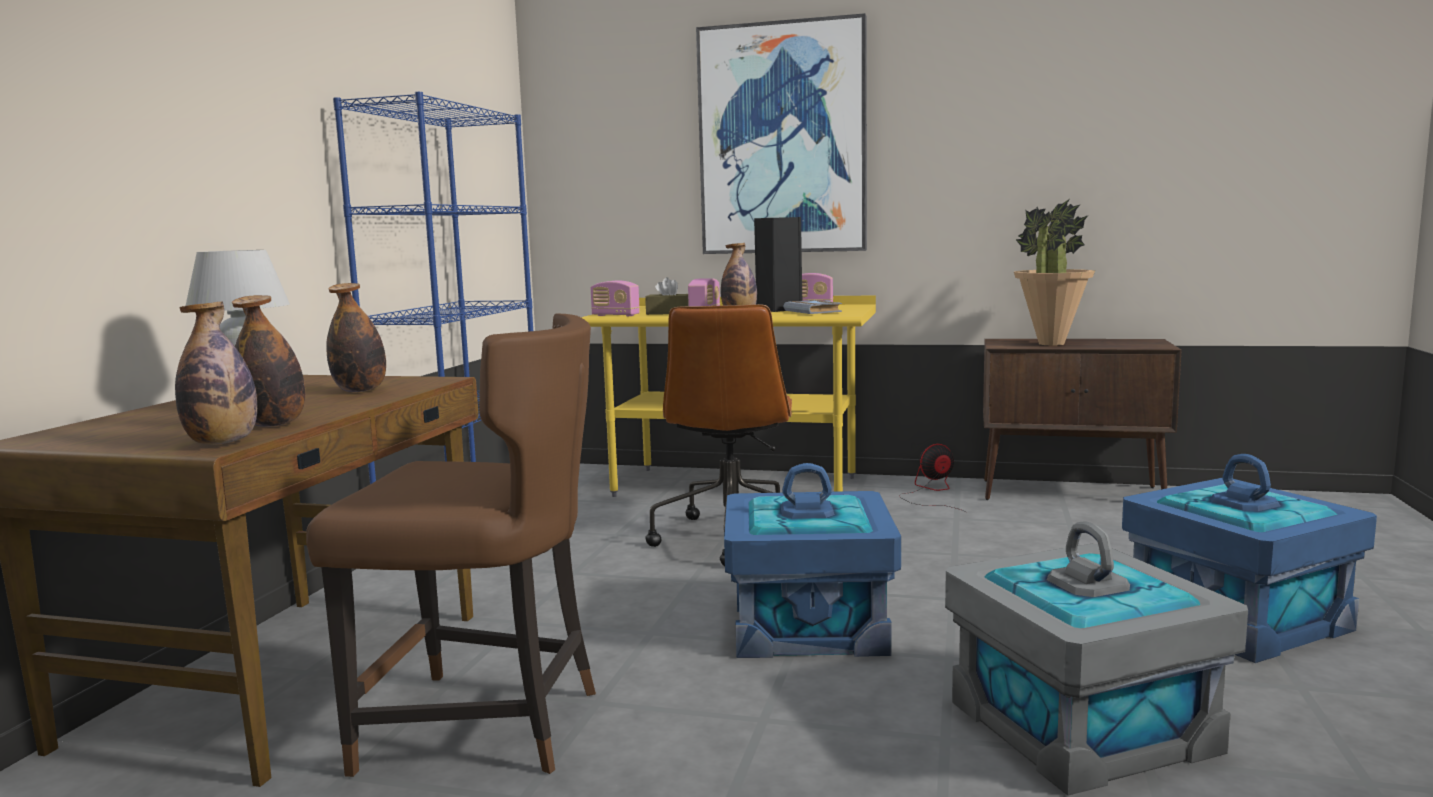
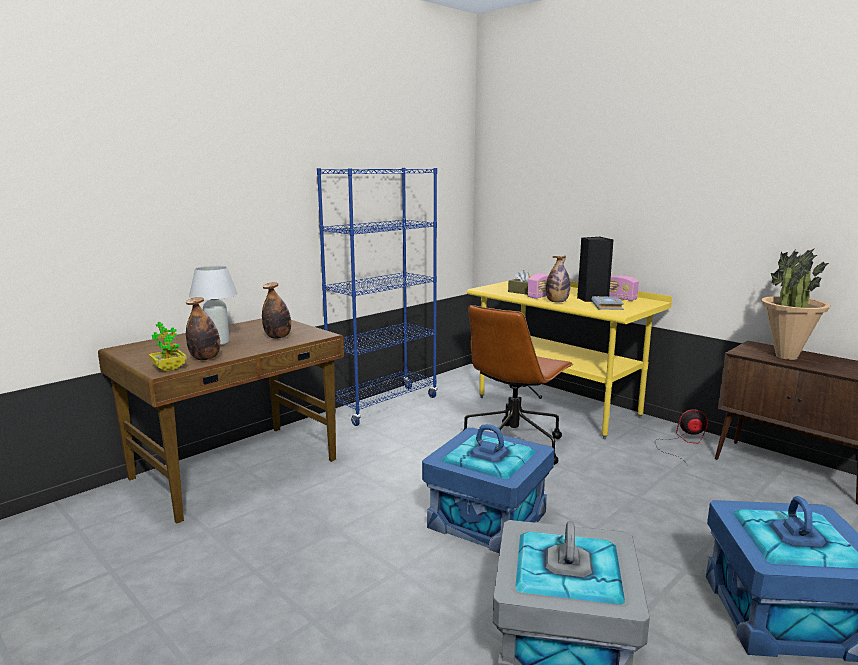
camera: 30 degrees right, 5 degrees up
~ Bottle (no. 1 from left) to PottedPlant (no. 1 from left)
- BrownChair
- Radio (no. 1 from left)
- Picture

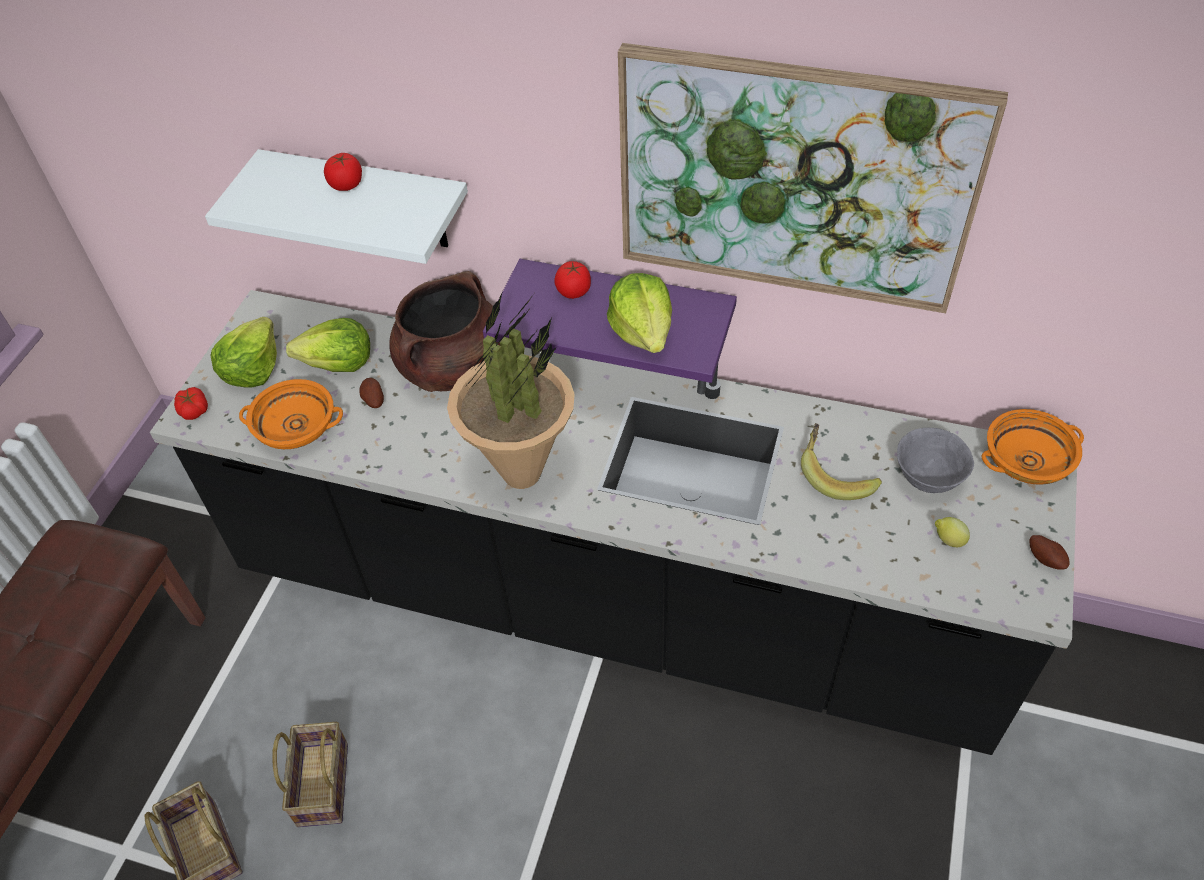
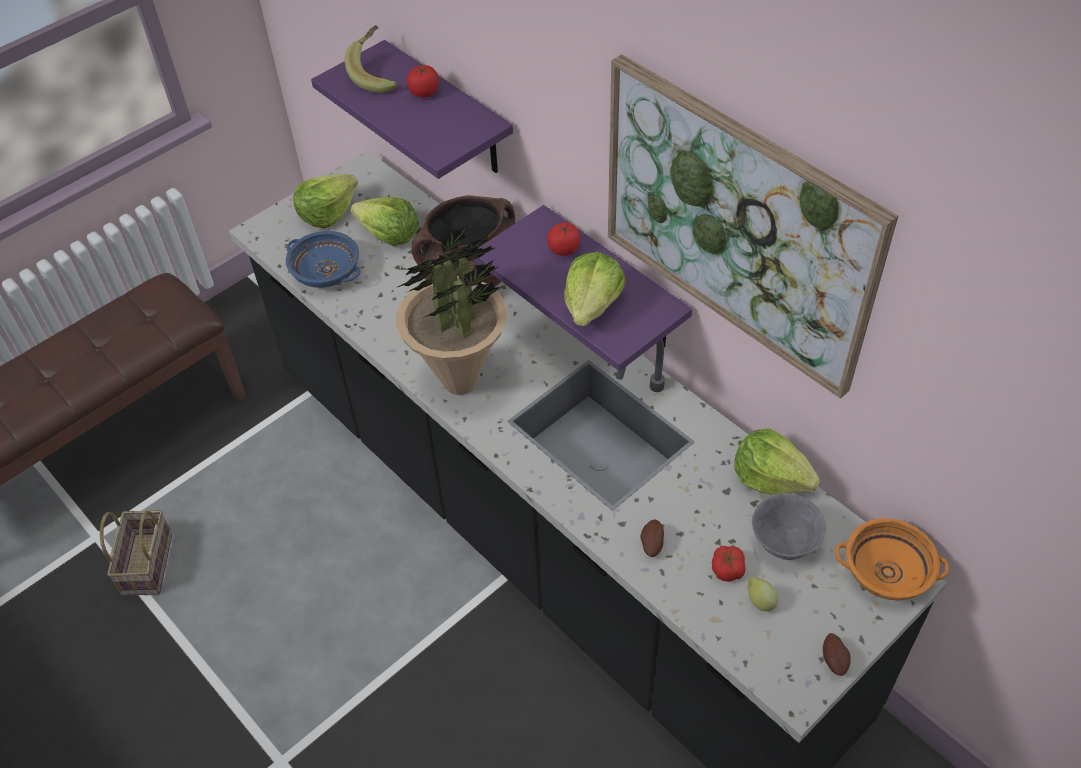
camera: 30 degrees right, 0 degrees up
~ OrangeBowl (no. 1 from left) to BlueBowl
~ WhiteShelf to PurpleShelf (no. 1 from left)
~ Banana
~ Potato (no. 1 from left)
~ Tomato (no. 1 from left in the first image) to Tomato (no. 3 from left)
+ Lettuce (no. 4 from left)
- Basket (no. 2 from left)

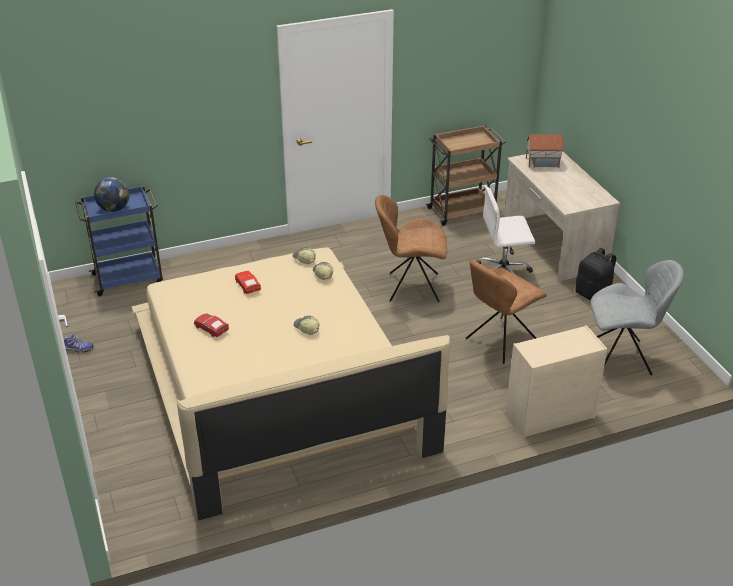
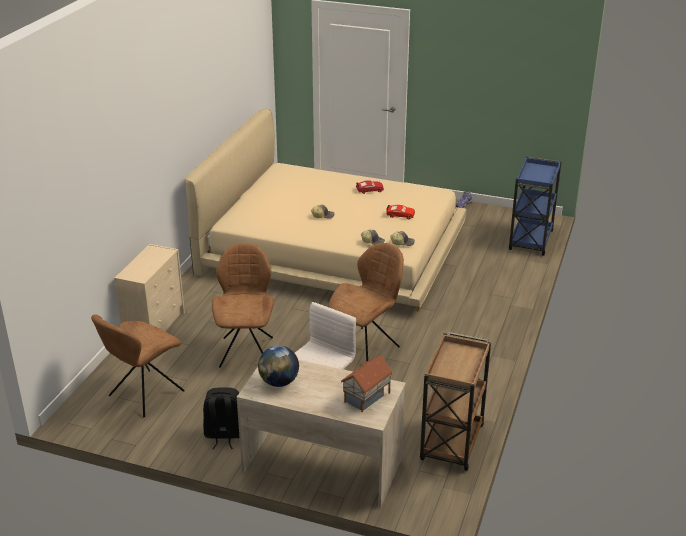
camera: 130 degrees right, 5 degrees down
~ GreyChair to BrownChair (no. 1 from left)
~ Globe

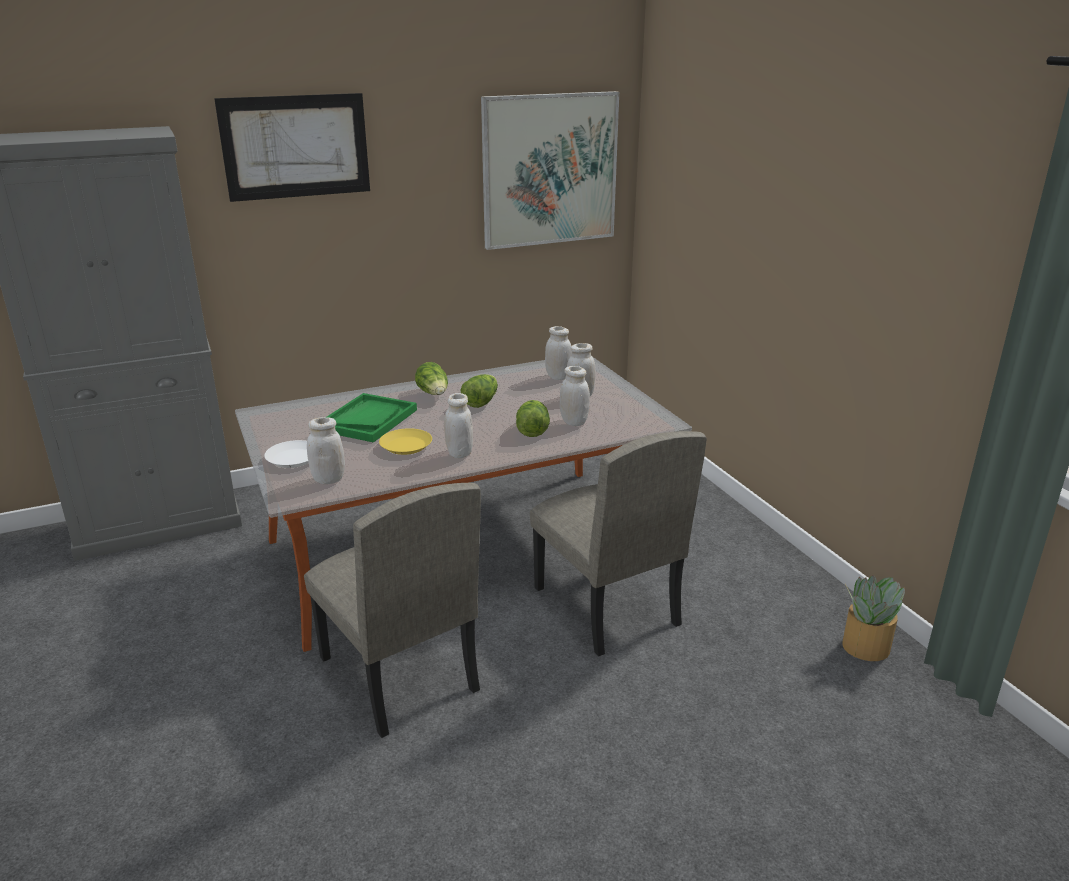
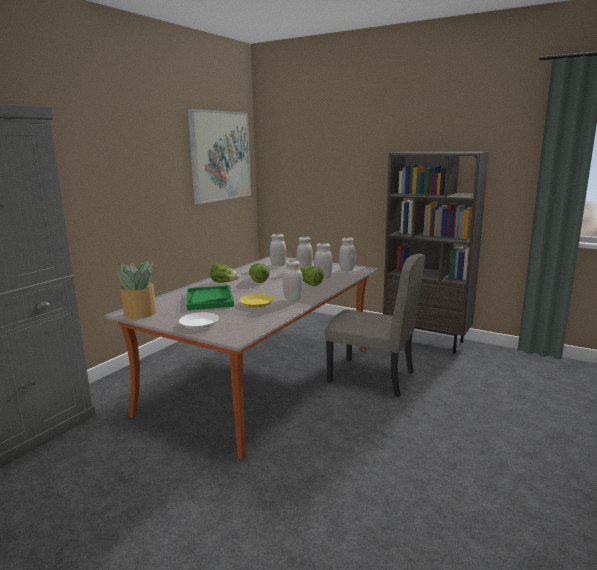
camera: 35 degrees left, 10 degrees down
~ PottedPlant
~ WhiteJar (no. 1 from left in the first image) to WhiteJar (no. 5 from left)
+ BrownBookcase
- Picture (no. 1 from left)
- BeigeChair (no. 1 from left)

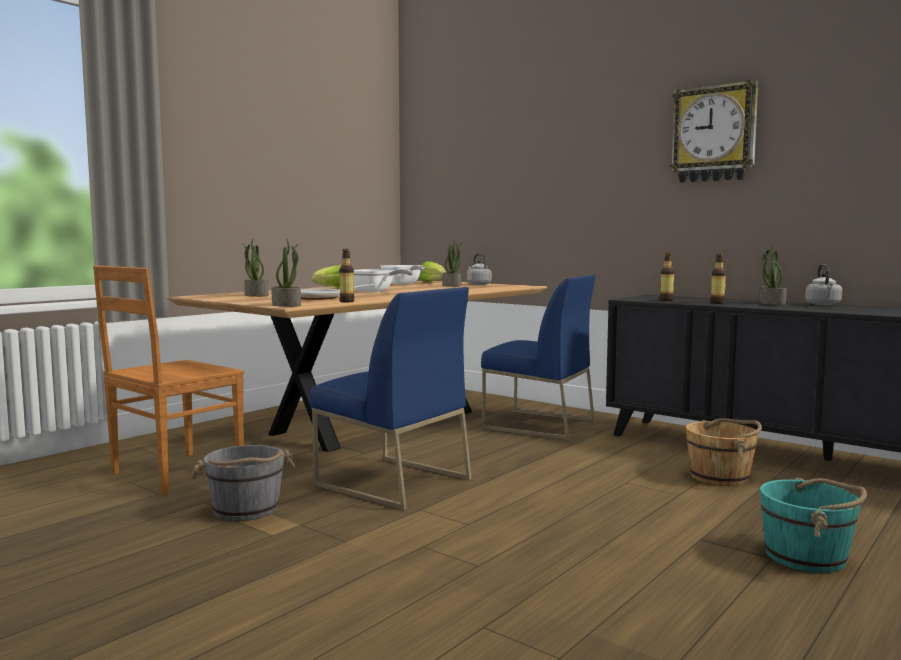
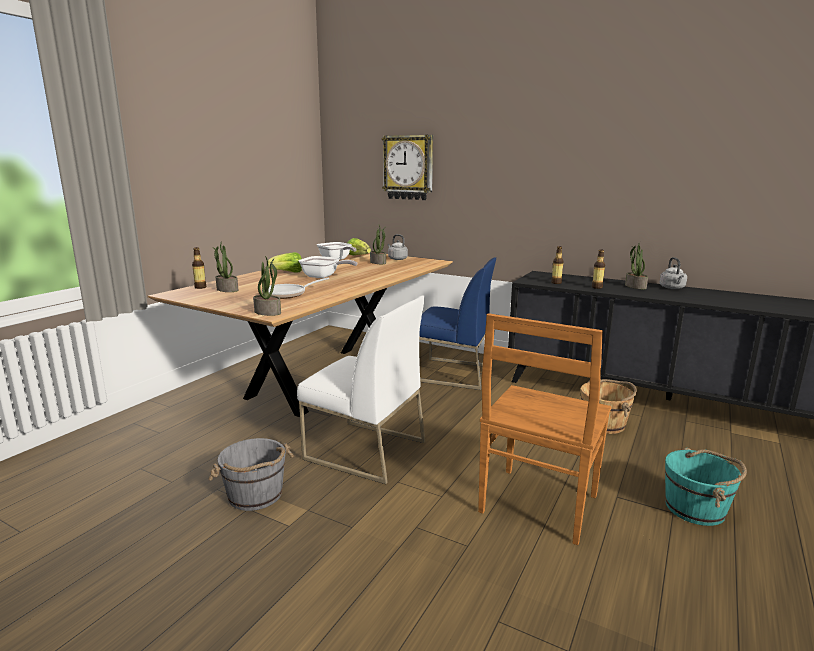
camera: 10 degrees left, 10 degrees up
~ Bottle (no. 1 from left)
~ BlueChair (no. 1 from left) to WhiteChair
~ WallClock
~ BrownChair

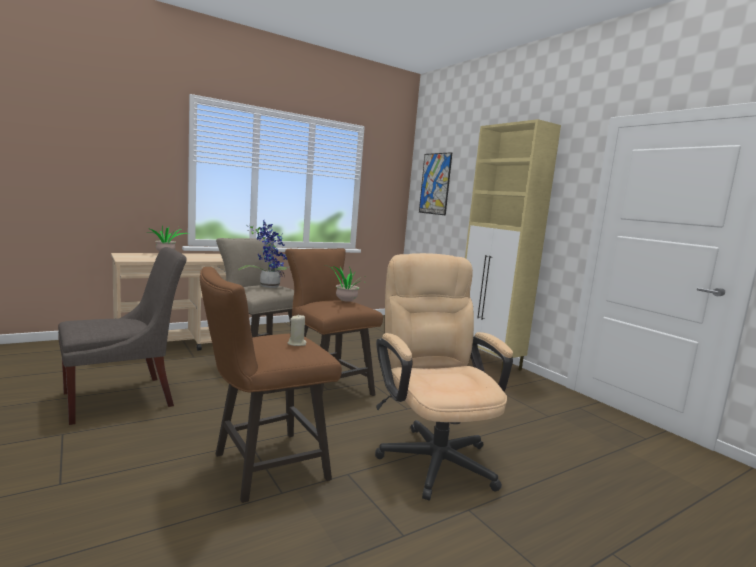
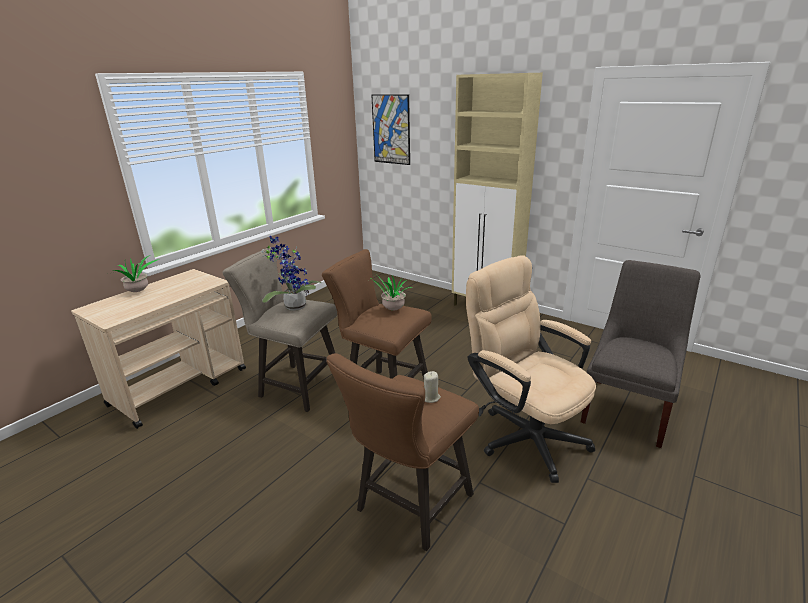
camera: 20 degrees left, 15 degrees up
~ GreyChair

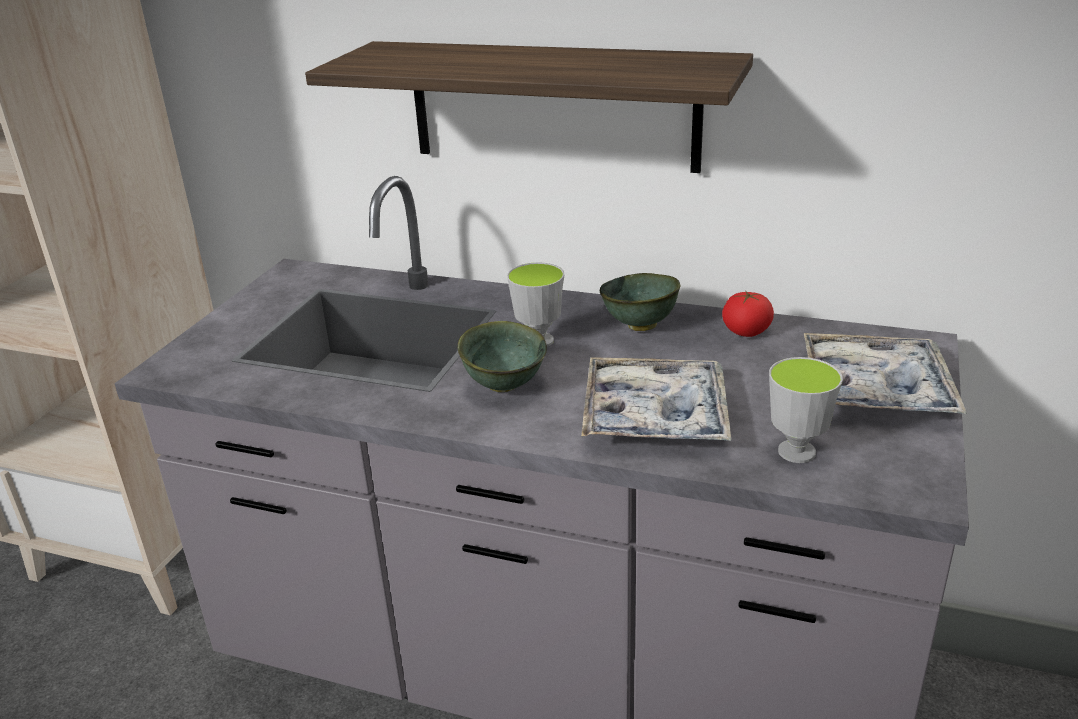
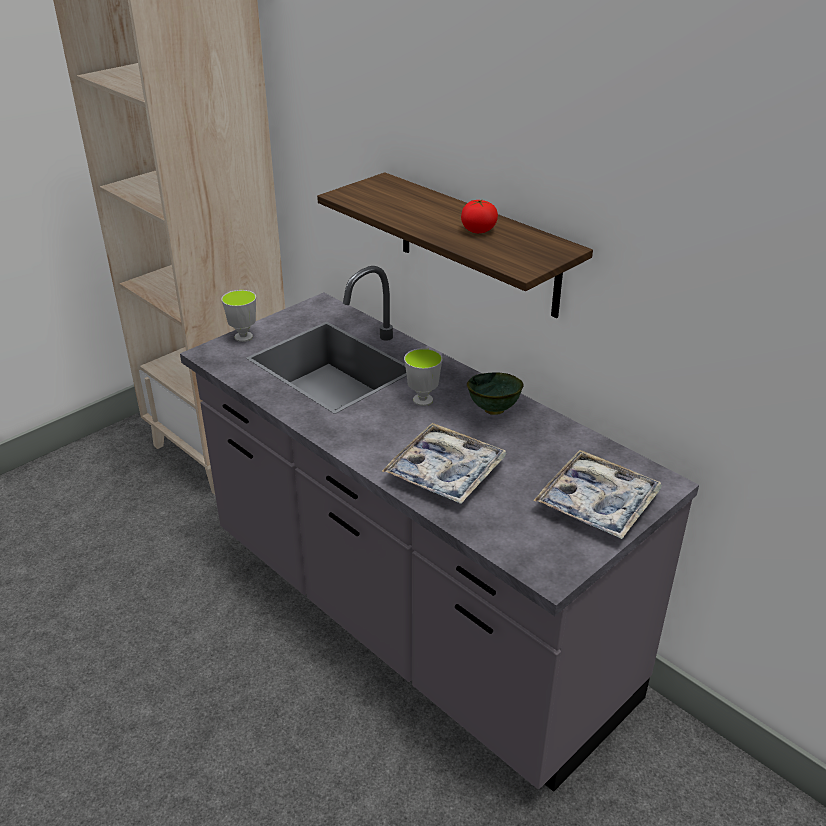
camera: 25 degrees right, 5 degrees up
~ Cup (no. 2 from left in the first image) to Cup (no. 1 from left)
~ Tomato
- GreenBowl (no. 1 from left)

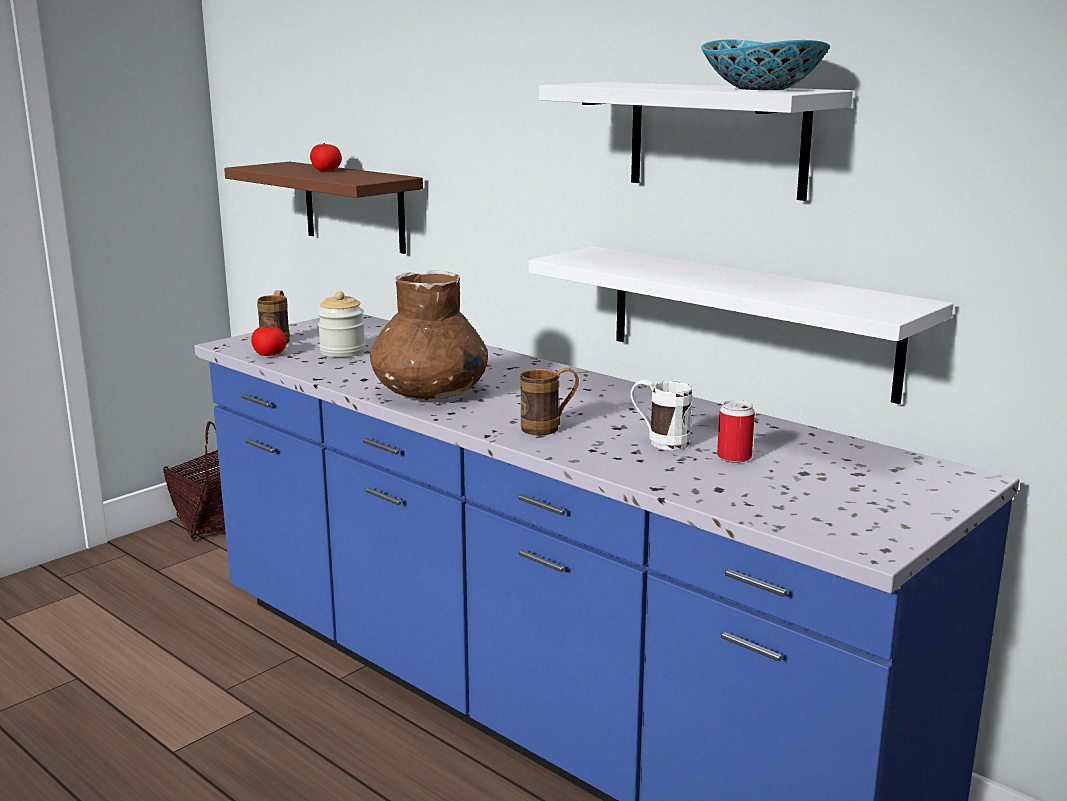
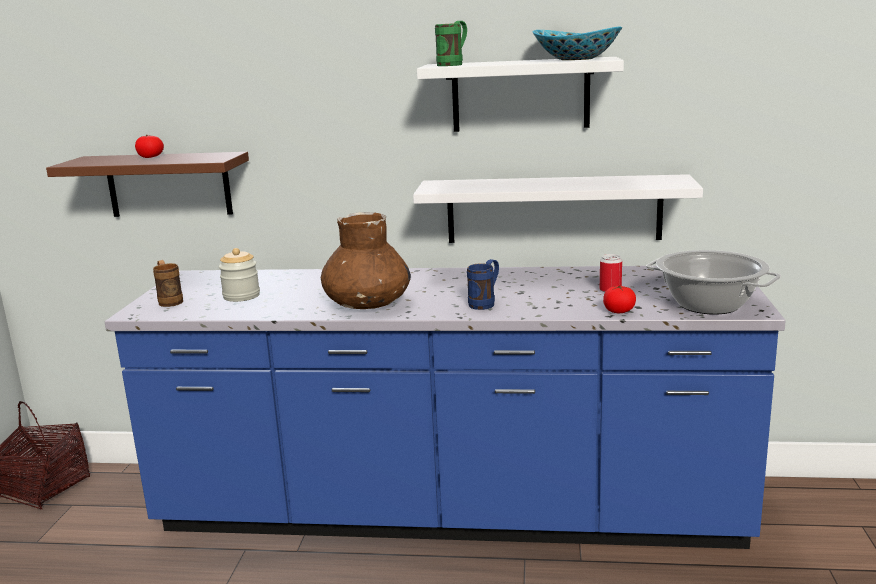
camera: 35 degrees left, 0 degrees up
+ GreenMug
~ BrownMug (no. 2 from left) to BlueMug
~ Tomato (no. 1 from left in the first image) to Tomato (no. 2 from left)
+ CookingPot
- WhiteMug

